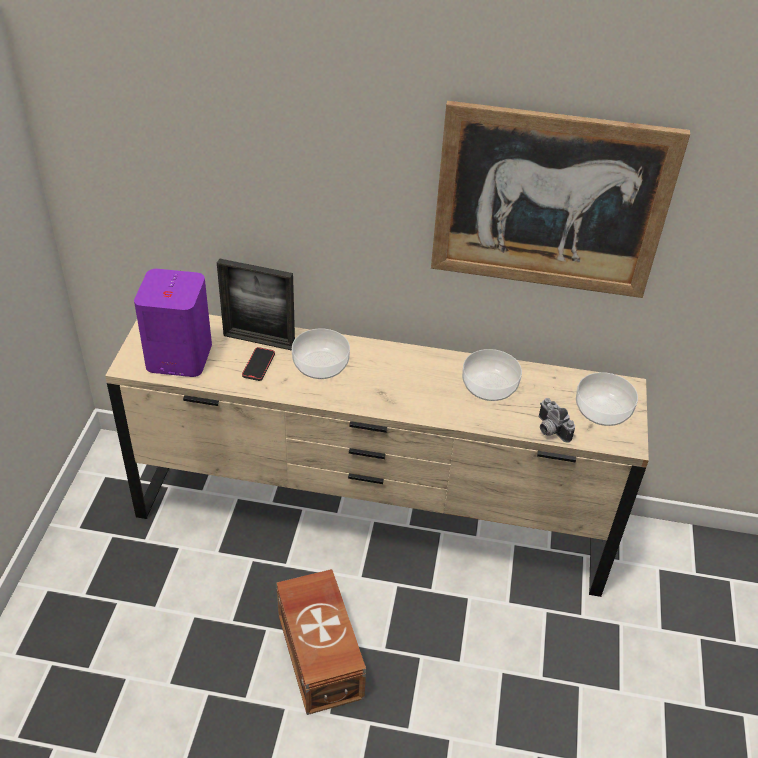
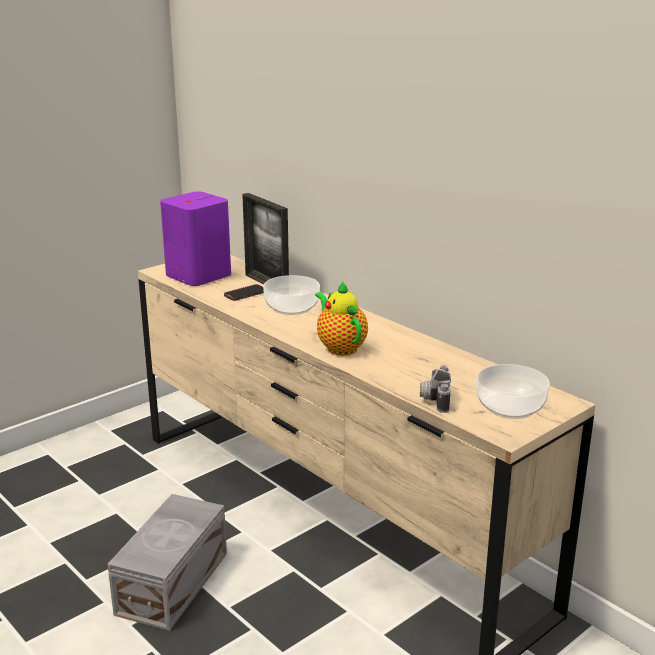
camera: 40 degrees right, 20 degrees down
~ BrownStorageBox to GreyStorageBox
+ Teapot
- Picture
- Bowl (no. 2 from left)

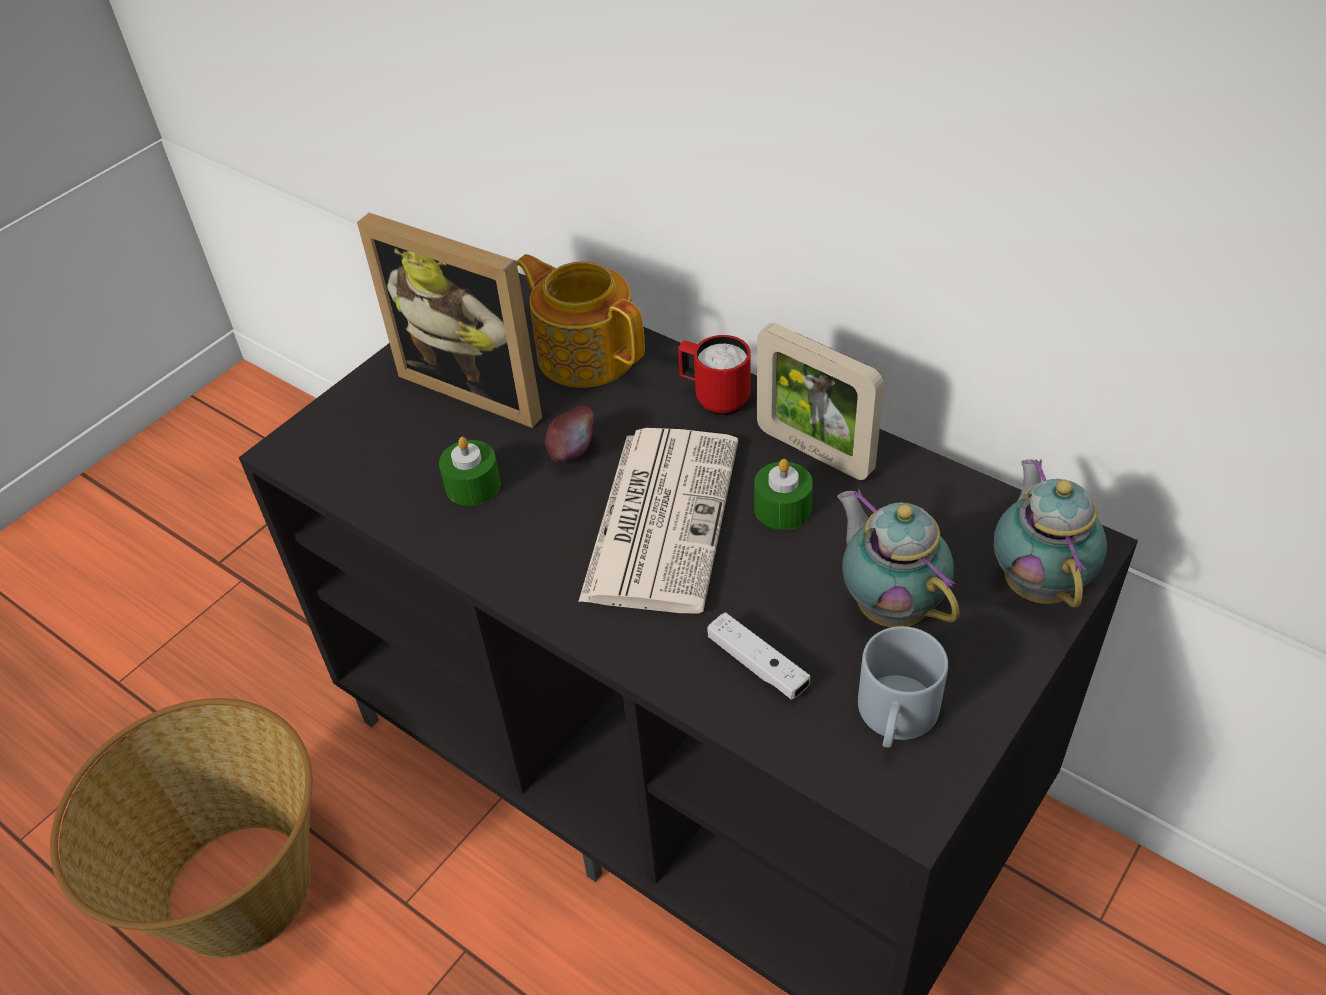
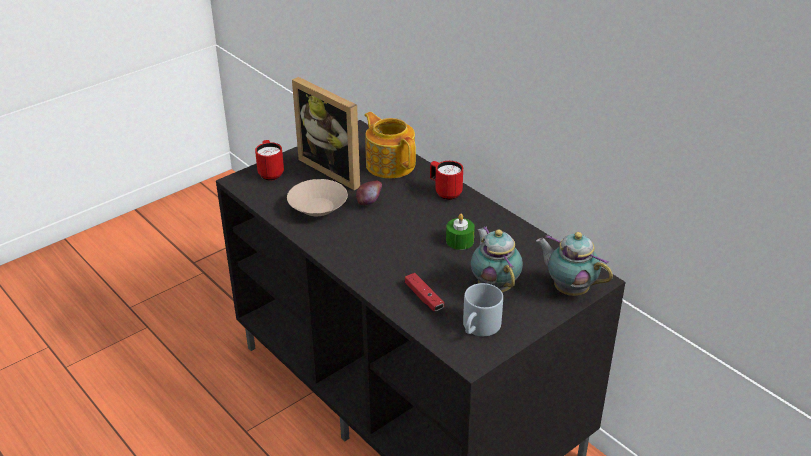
camera: 10 degrees right, 10 degrees down
+ RedMug (no. 1 from left)
~ GreenCandle (no. 1 from left) to BeigeBowl
~ WhiteGameController to RedGameController
~ Teapot (no. 3 from left) 60 degrees counterclockwise
- Basket
- Newspaper
- PictureFrame (no. 2 from left)

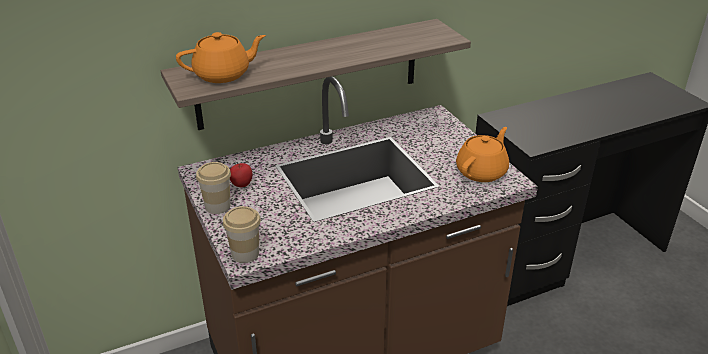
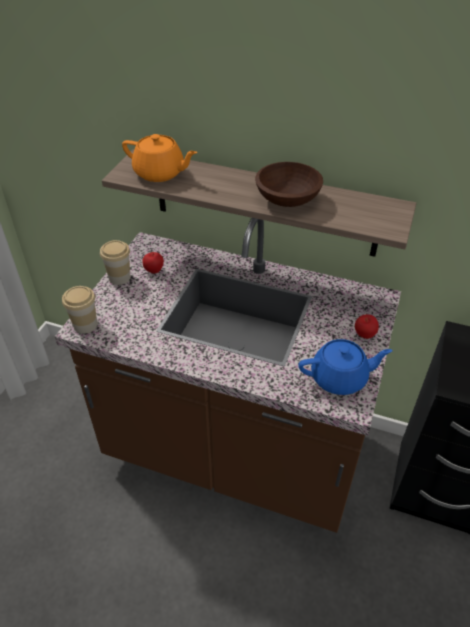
camera: 45 degrees right, 10 degrees up
+ BrownBowl
~ OrangeTeapot (no. 2 from left) to BlueTeapot
+ Apple (no. 2 from left)

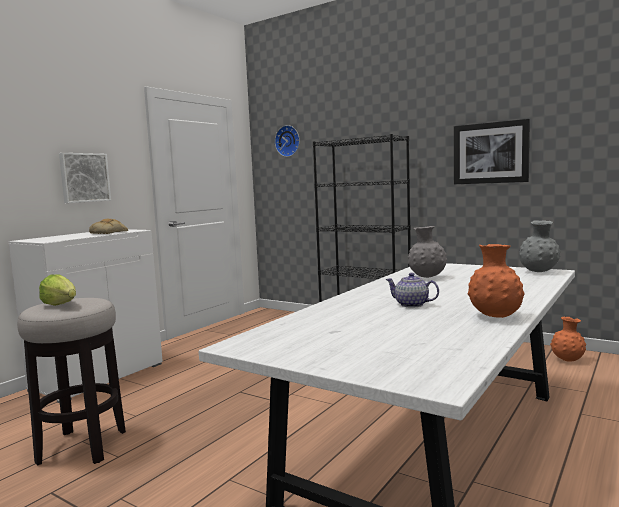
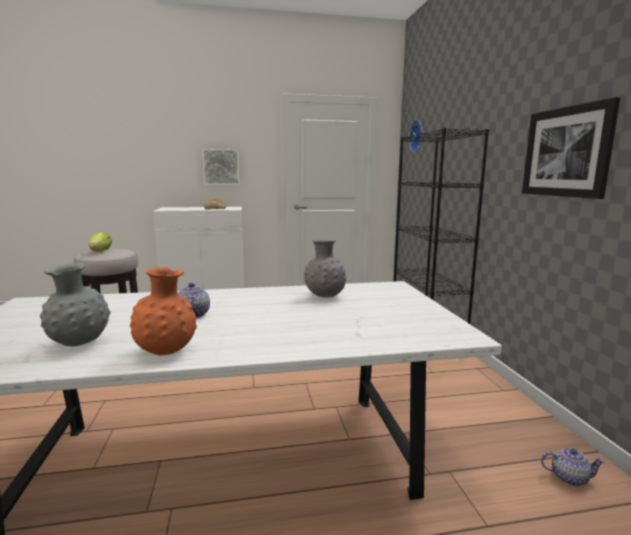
camera: 45 degrees right, 5 degrees up
~ GreyVase (no. 2 from left in the first image) to GreyVase (no. 1 from left)
~ OrangeVase (no. 2 from left) to Teapot (no. 2 from left)

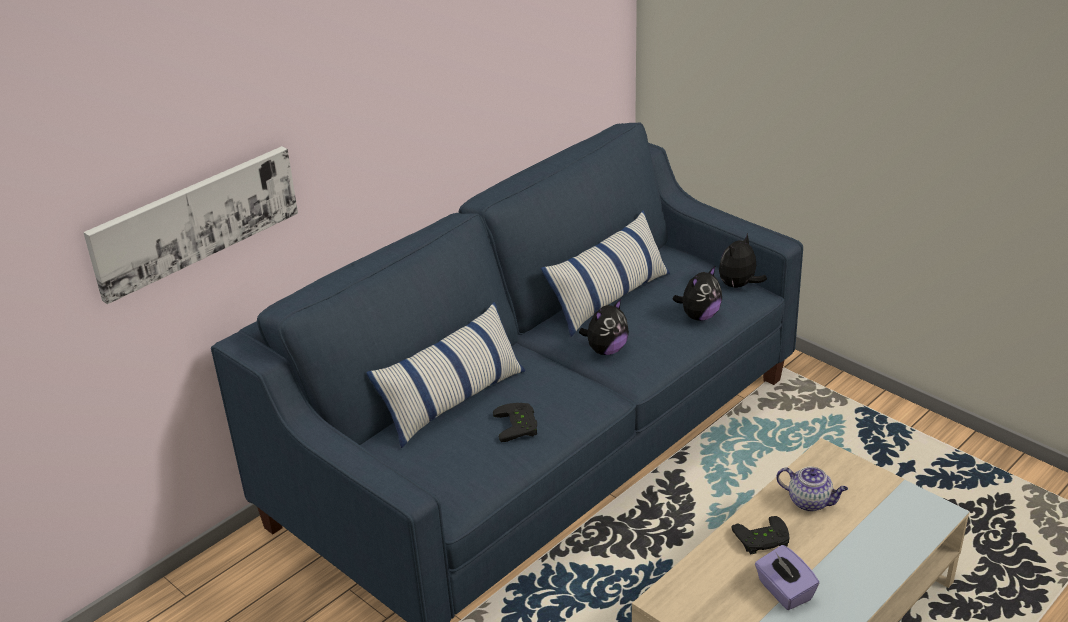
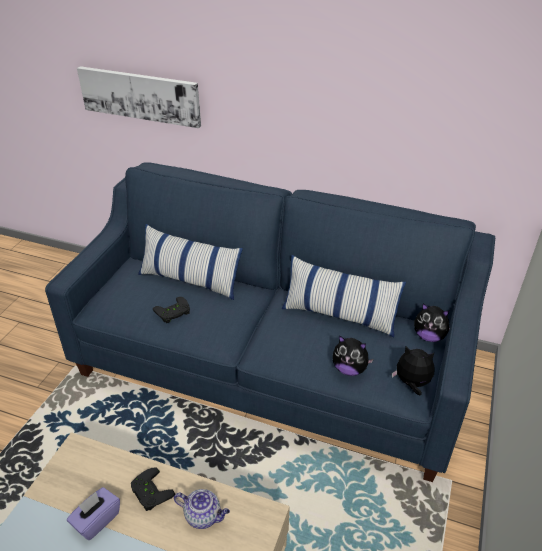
camera: 65 degrees right, 5 degrees up
~ Teapot 75 degrees counterclockwise
~ PlushToy (no. 1 from left in the first image) to PlushToy (no. 3 from left)

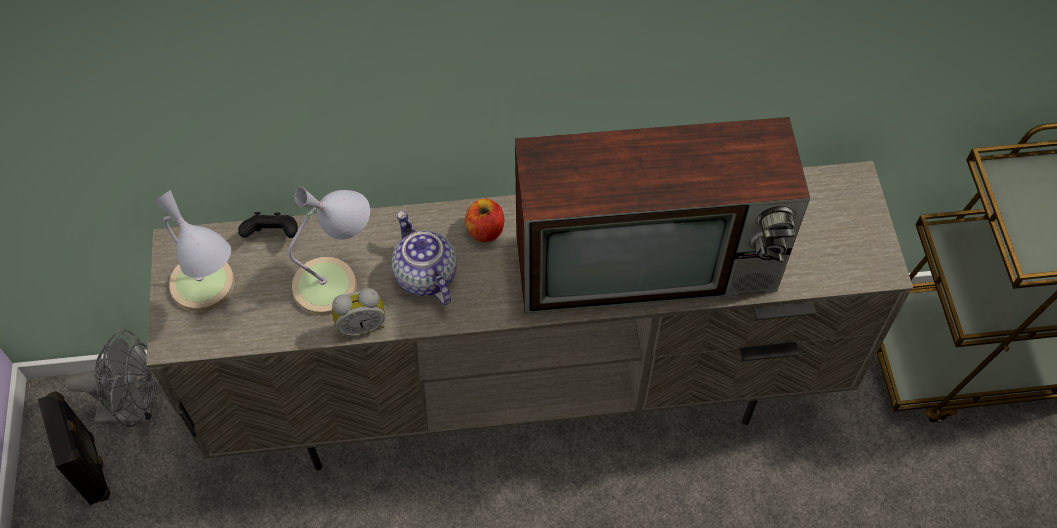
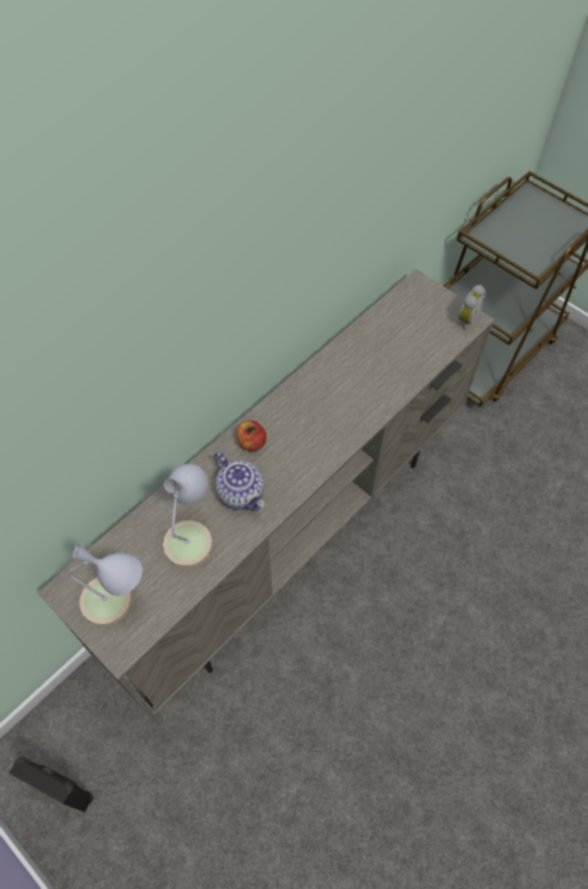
camera: 40 degrees left, 0 degrees up
~ Teapot 150 degrees counterclockwise
~ AlarmClock
- GreyFan
- BlackGameController
- Television

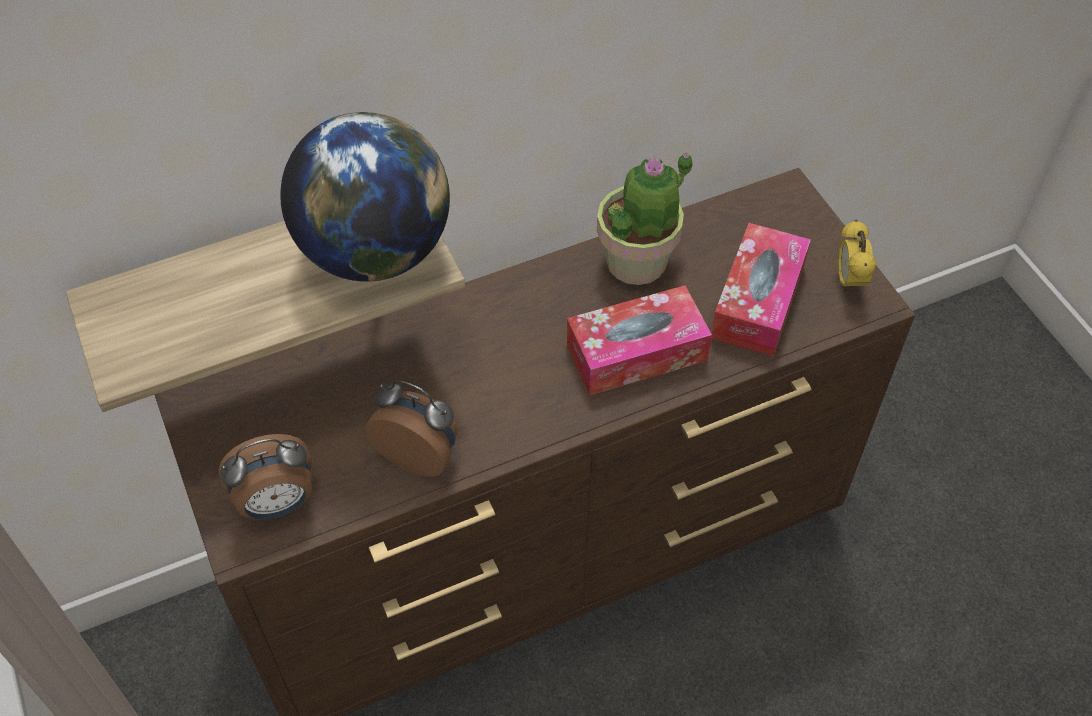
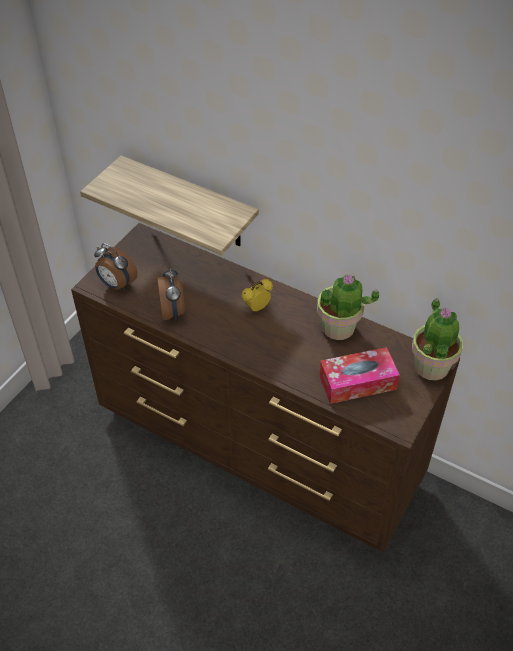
camera: 55 degrees right, 5 degrees down
~ AlarmClock (no. 3 from left)
+ PottedPlant (no. 2 from left)
- Globe
- TissueBox (no. 1 from left)

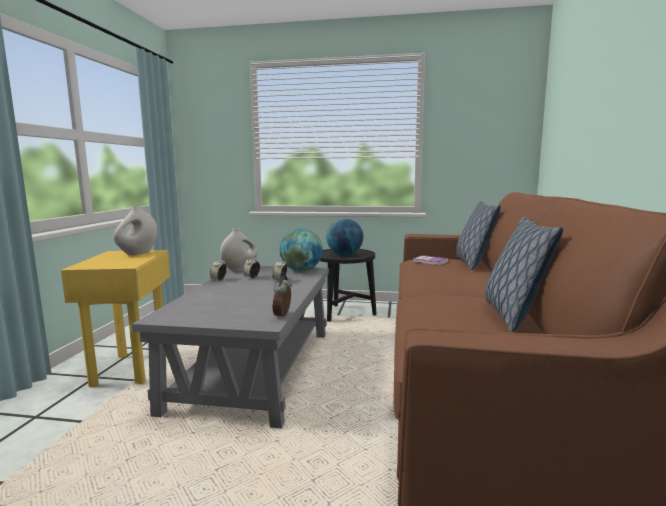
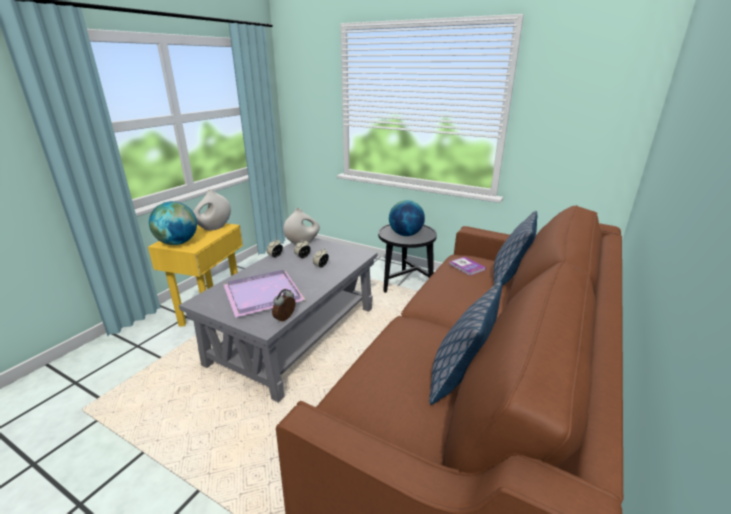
camera: 20 degrees right, 15 degrees up
~ Globe (no. 1 from left)
+ PurpleTray

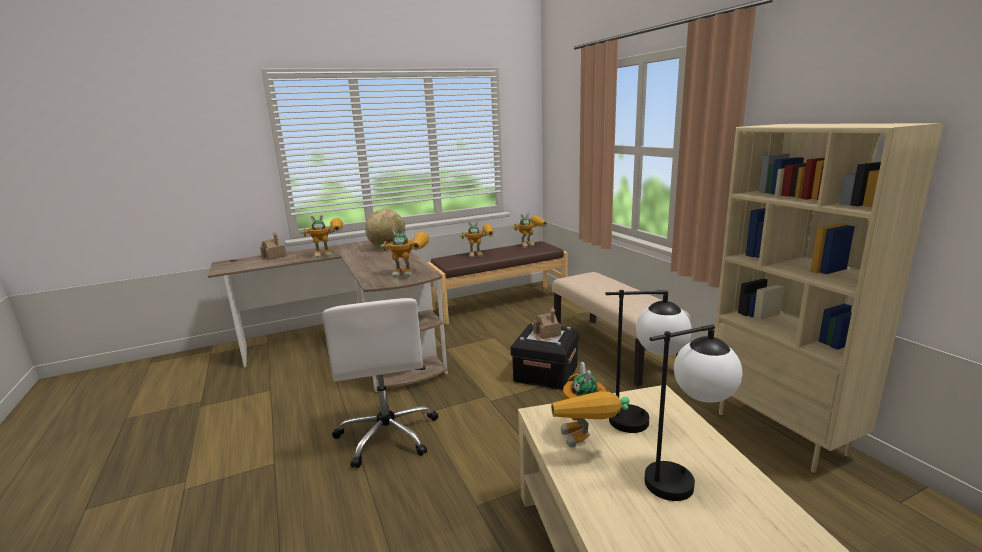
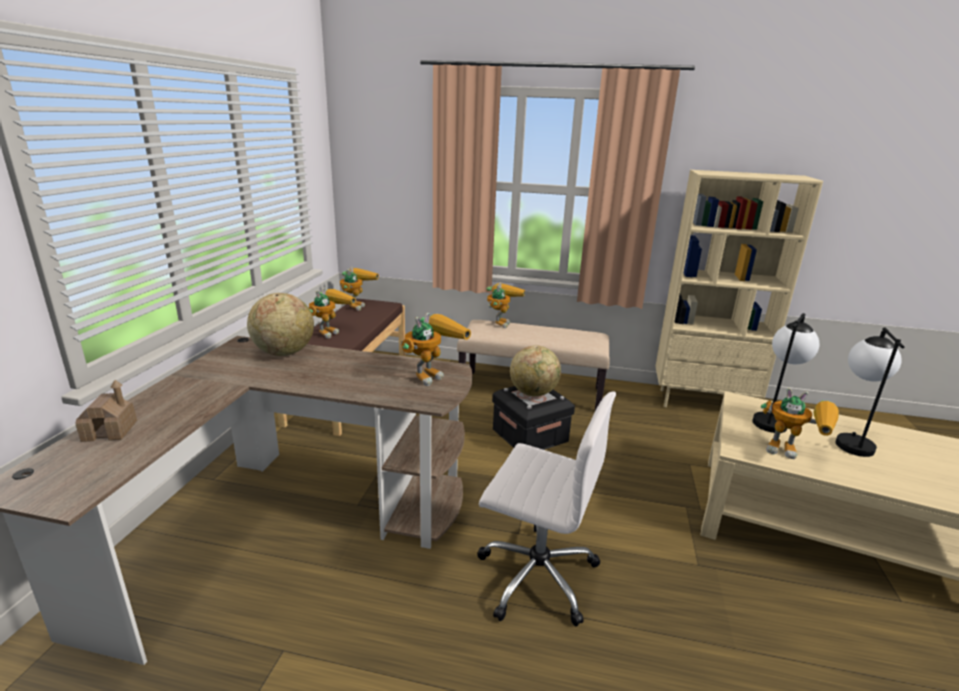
camera: 55 degrees left, 5 degrees up
~ ToyRobot (no. 1 from left in the first image) to ToyRobot (no. 4 from left)
~ ToyHouse (no. 2 from left) to Globe (no. 2 from left)

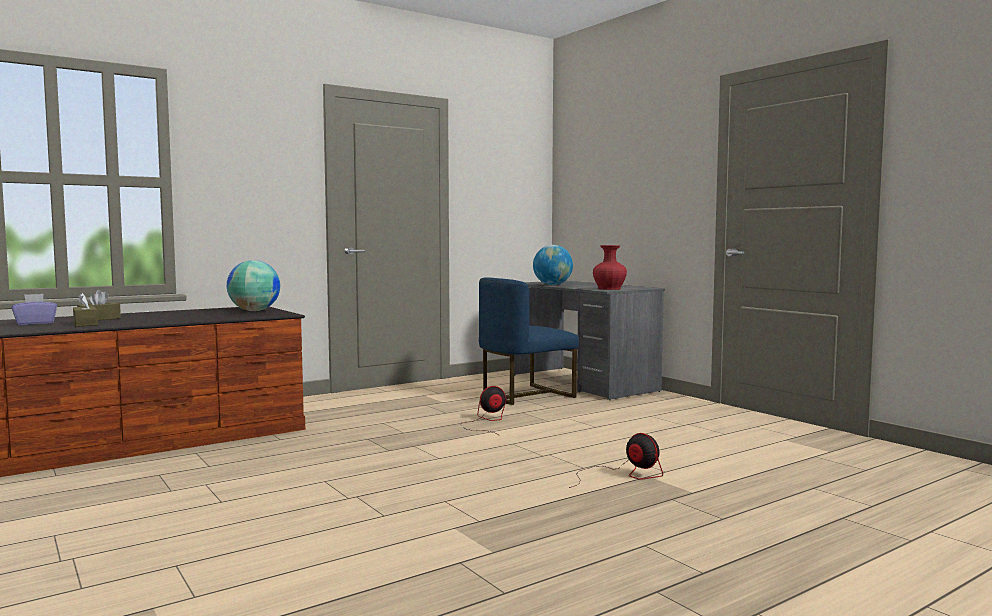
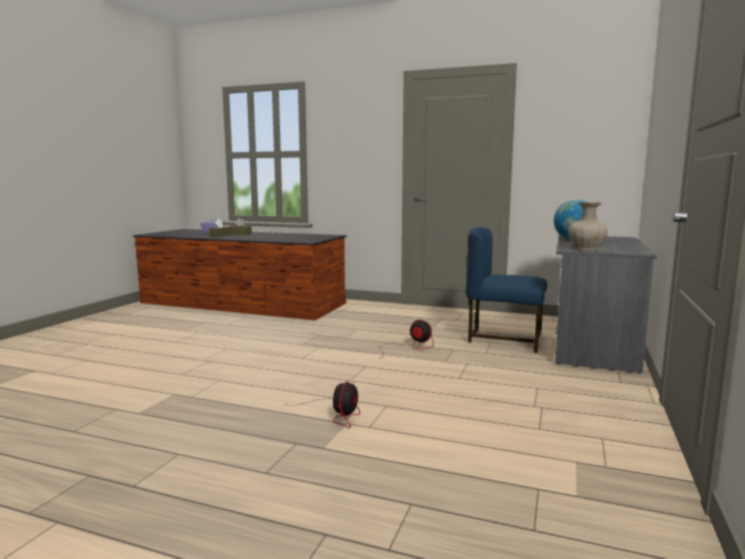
camera: 55 degrees right, 5 degrees up
~ RedVase to BeigeVase
- Globe (no. 1 from left)

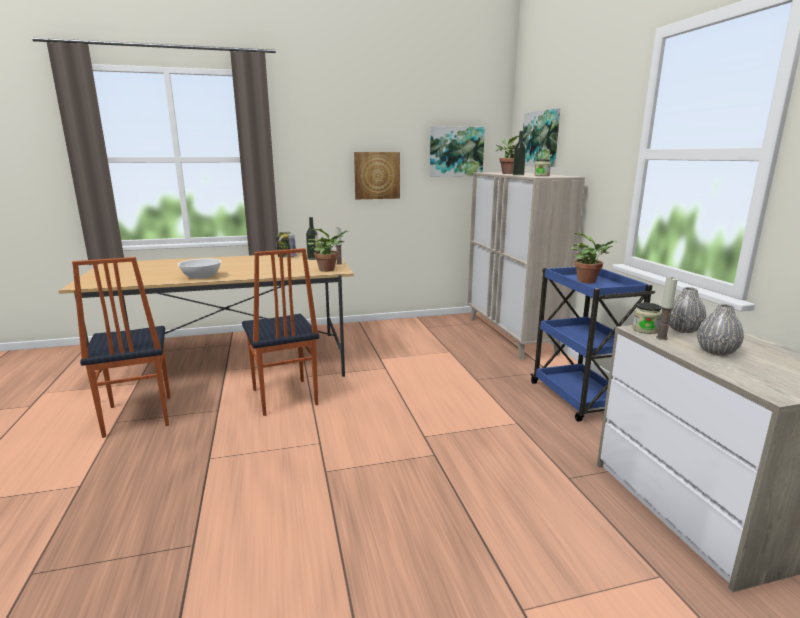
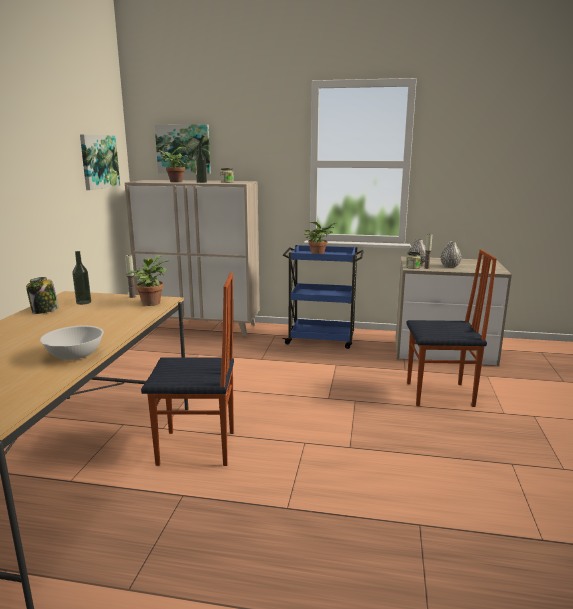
camera: 65 degrees left, 0 degrees up
~ Chair (no. 1 from left in the first image) to Chair (no. 2 from left)
- Picture (no. 1 from left)

